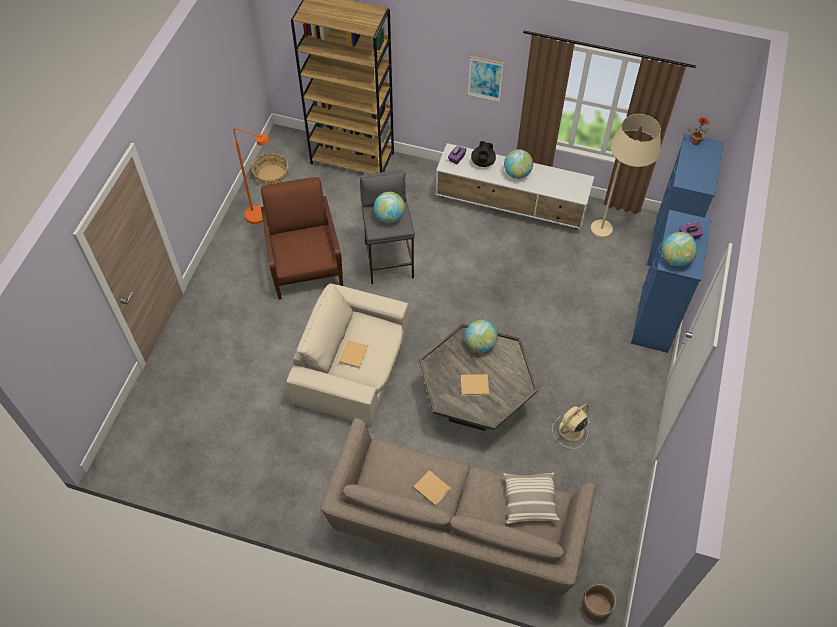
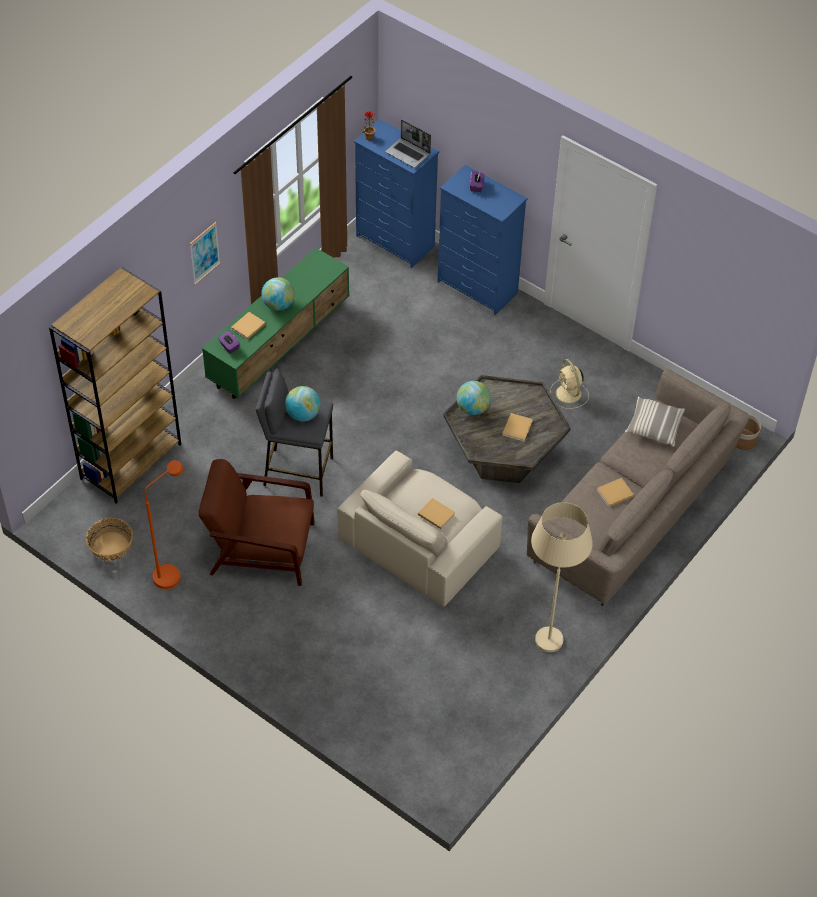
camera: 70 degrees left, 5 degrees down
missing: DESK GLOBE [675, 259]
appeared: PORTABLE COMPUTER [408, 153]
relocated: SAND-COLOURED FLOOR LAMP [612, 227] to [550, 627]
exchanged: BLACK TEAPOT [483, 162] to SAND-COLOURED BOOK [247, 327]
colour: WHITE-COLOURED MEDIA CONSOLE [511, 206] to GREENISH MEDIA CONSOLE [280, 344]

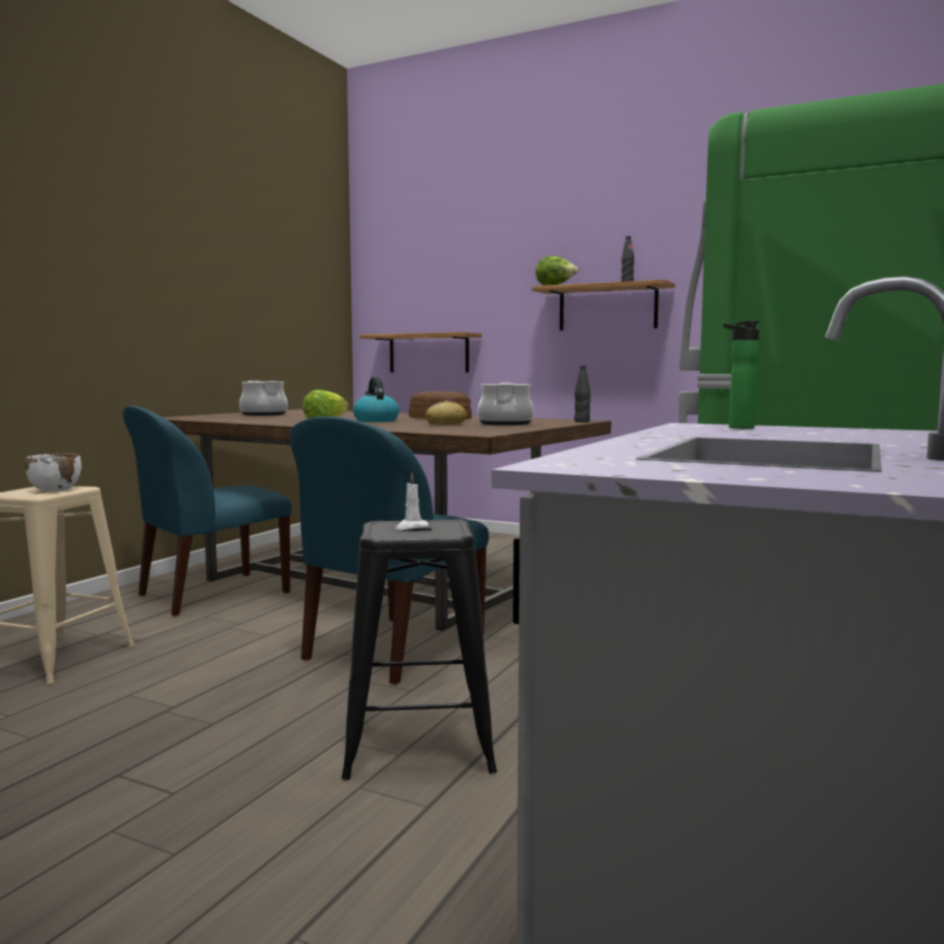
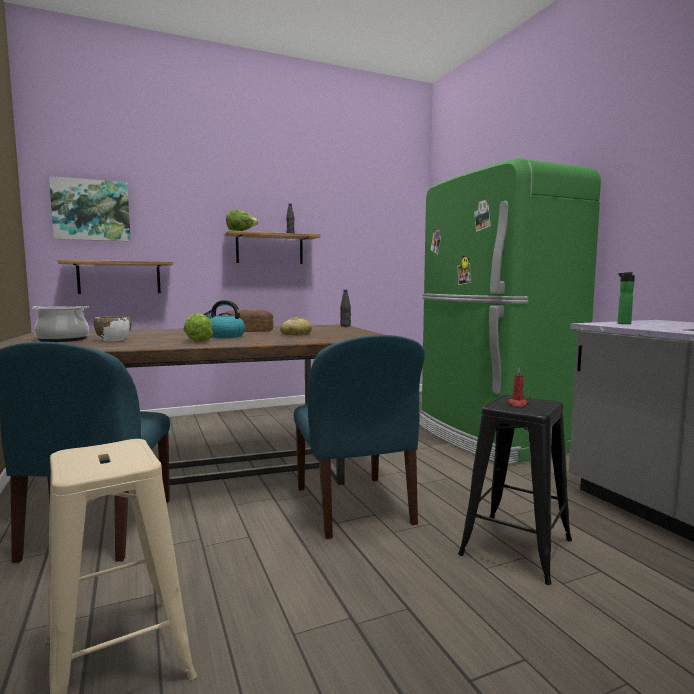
camera: 50 degrees left, 0 degrees up
missing: COOKING POT [505, 423]
appeared: PICTURE [91, 210]
relocated: WHITE-COLOURED DEEP DISH [55, 489] to [113, 340]
colour: WHITE-COLOURED WAX LIGHT [411, 527] to RED-COLOURED WAX LIGHT [517, 404]

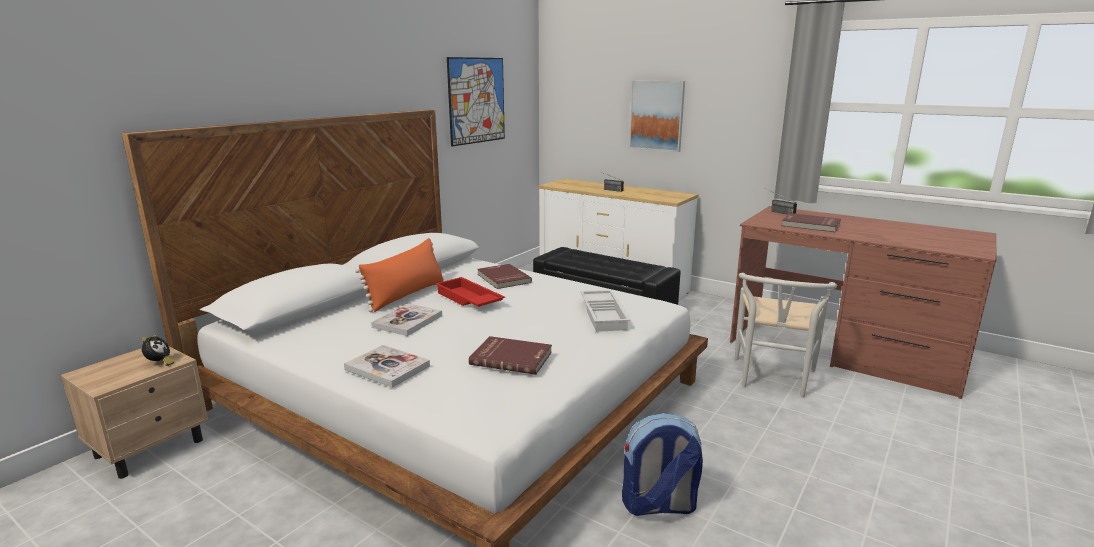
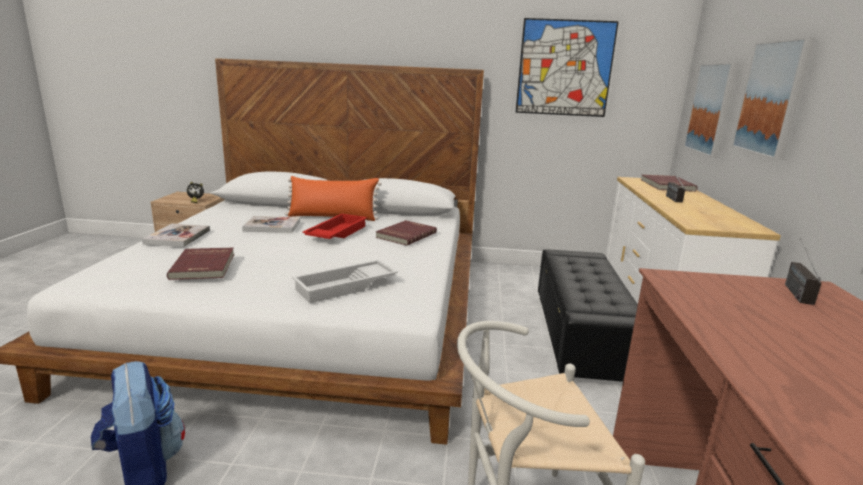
camera: 60 degrees right, 0 degrees up
appeared: PICTURE [711, 109]
relocated: RED-COLOURED BOOK [810, 225] to [666, 185]

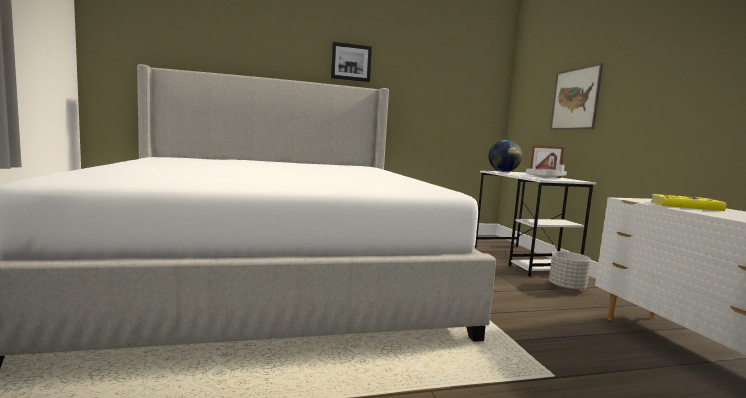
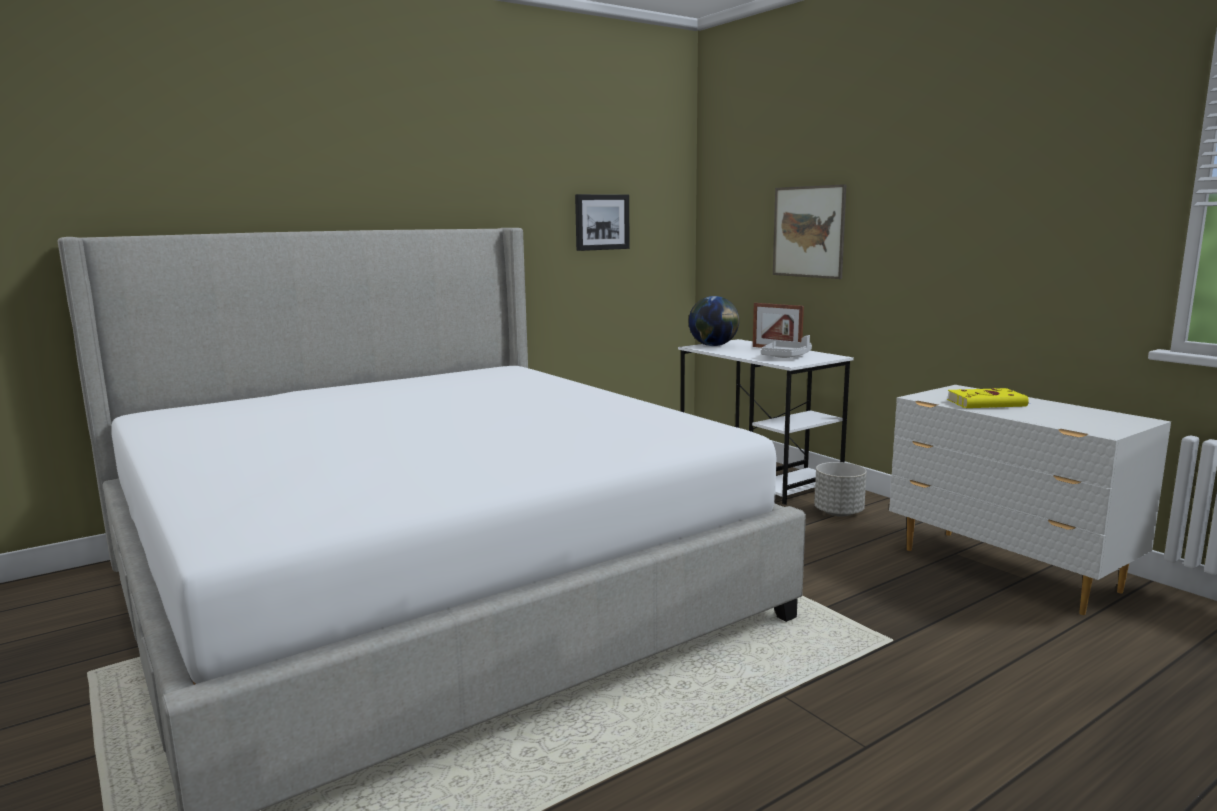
camera: 20 degrees left, 5 degrees up
relocated: PICTURE [351, 62] to [601, 222]

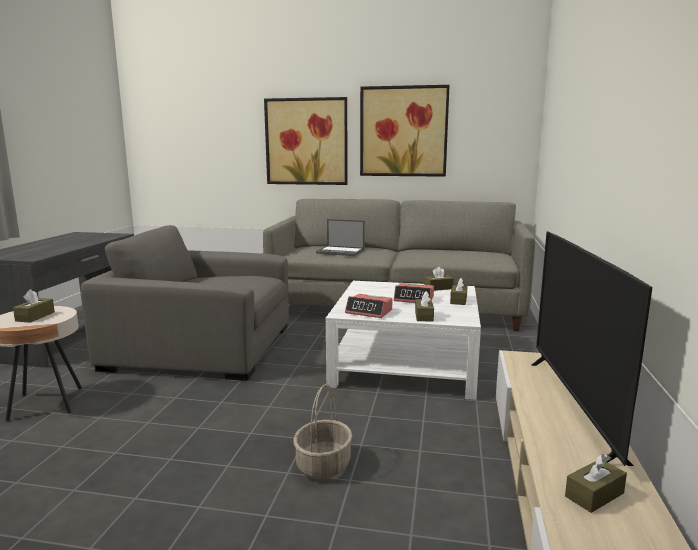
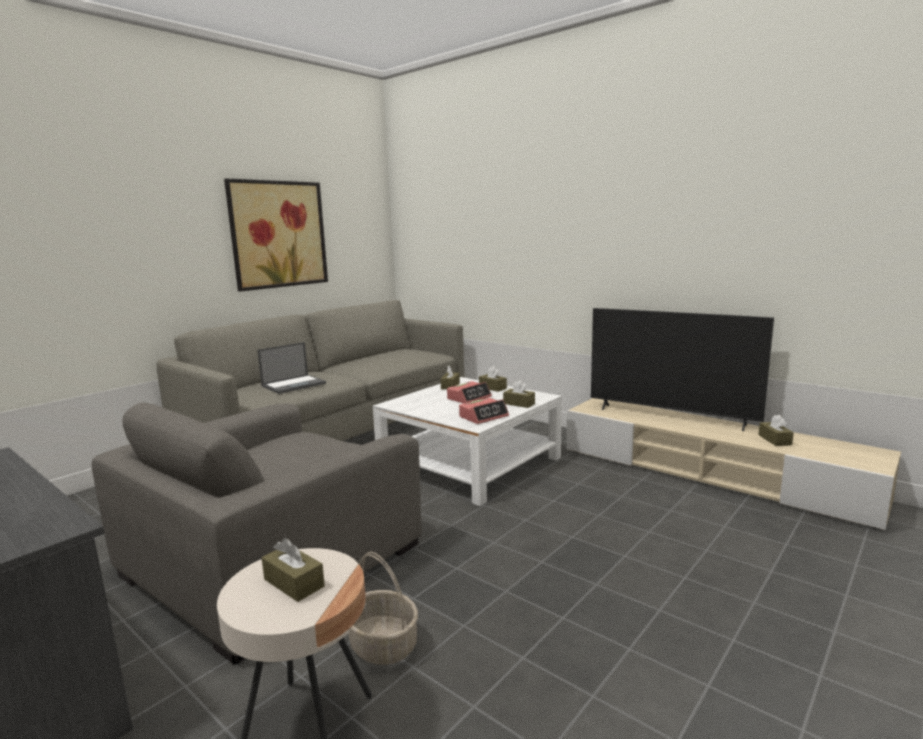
camera: 60 degrees left, 0 degrees up
missing: PICTURE [306, 141]
relocated: HOUSEHOLD BASKET [323, 465] to [384, 646]

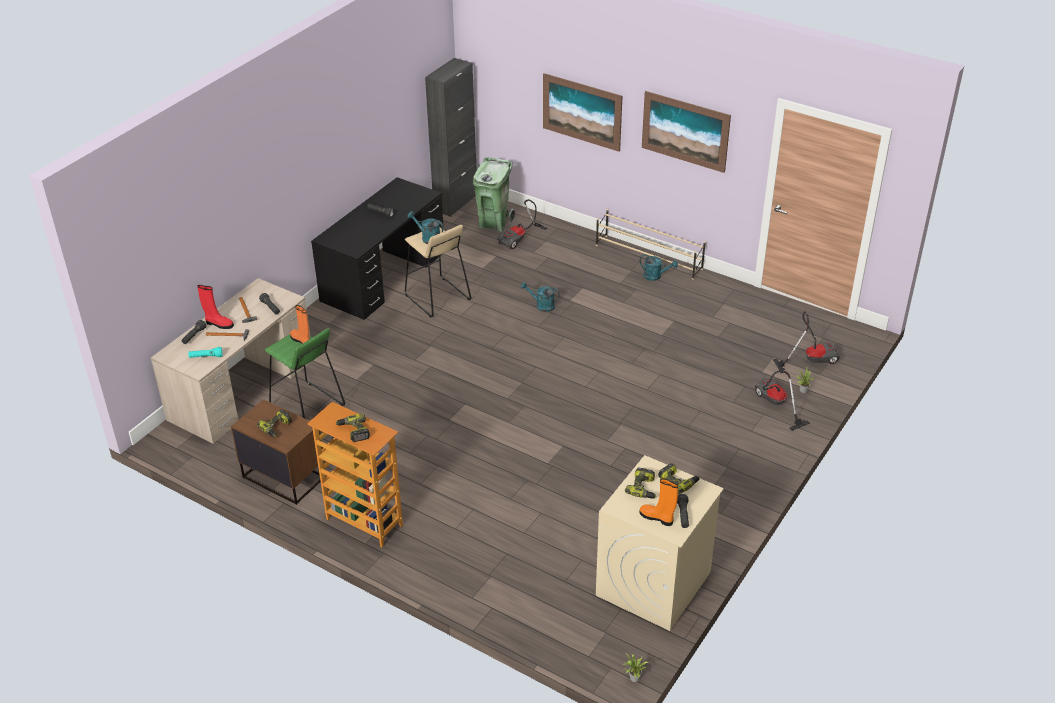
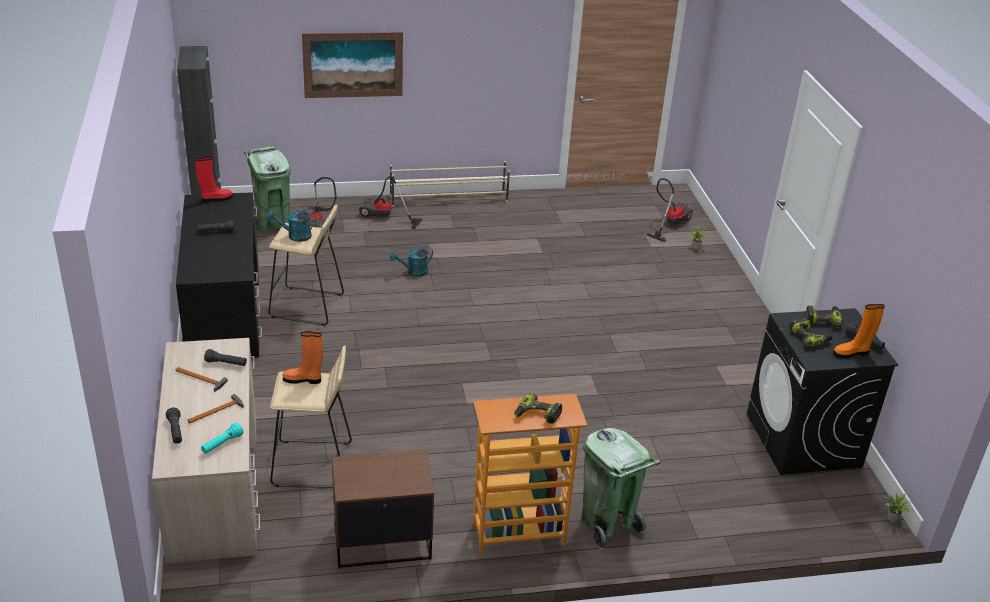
camera: 45 degrees left, 5 degrees down
missing: POWER DRILL [277, 428]; TURQUOISE WATERING POT [655, 276]; PICTURE [685, 131]
appeared: GREENISH RUBBISH BIN [607, 524]
relocated: RED-COLOURED TALL BOOT [218, 324] to [216, 199]; VACUUM [775, 405] to [384, 217]
colour: GREENISH SITTING STOOL [307, 407] to SAND-COLOURED SITTING STOOL [313, 465]; SAND-COLOURED WASHING MACHINE [653, 584] to BLACK WASHING MACHINE [803, 440]

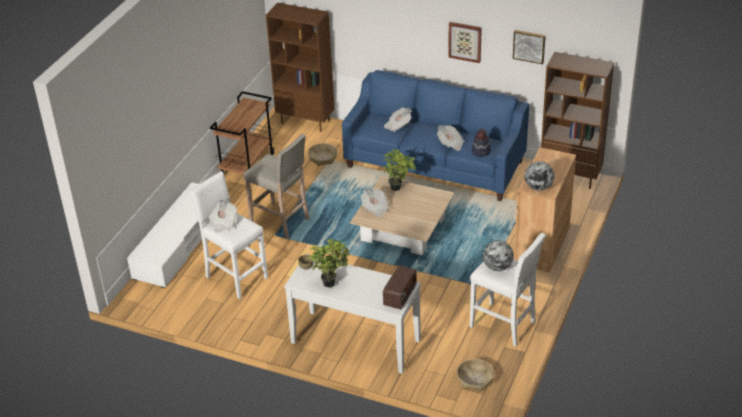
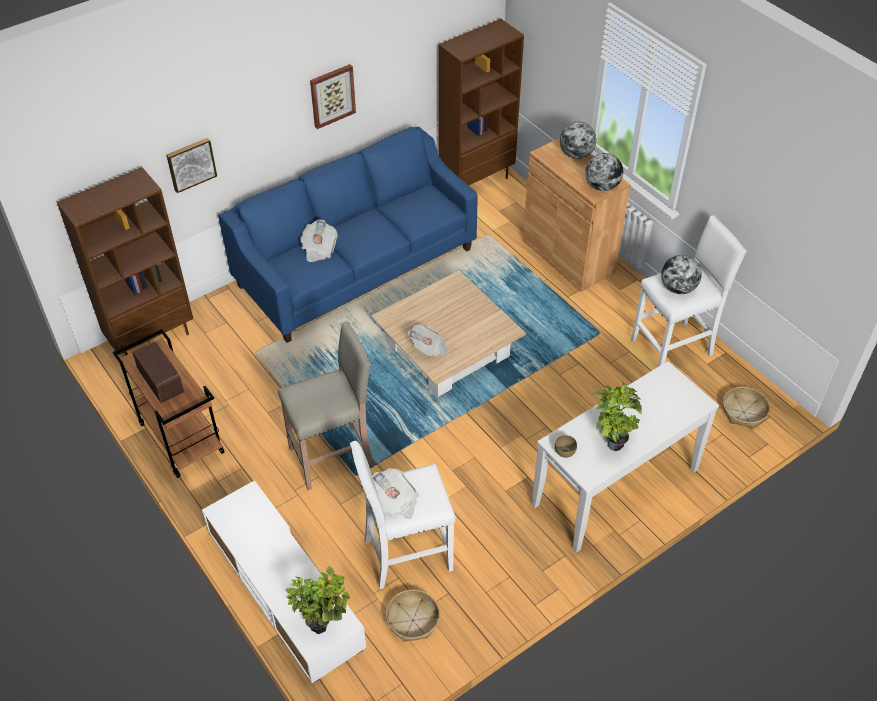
camera: 60 degrees left, 10 degrees up
missing: PRINTED PAPER [450, 144]; CLOTHING HAT [481, 151]
appeared: DESK GLOBE [576, 154]
relocated: HOUSEHOLD BASKET [323, 158] to [413, 620]; HOUSEPLANT [398, 188] to [323, 622]; RADIO RECEIVER [399, 296] to [161, 382]; PICTURE [529, 46] to [191, 164]

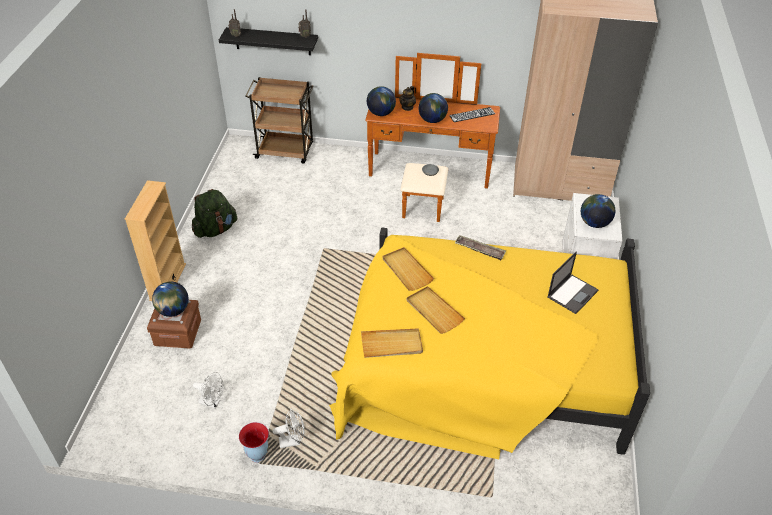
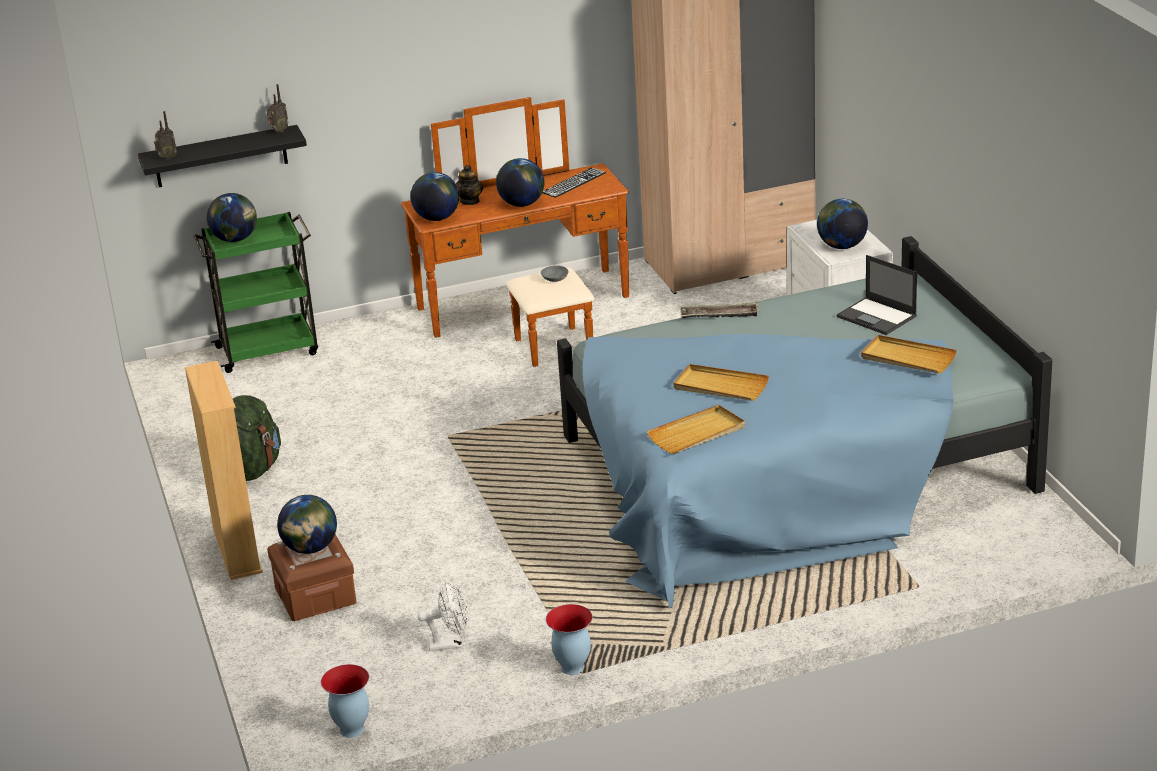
camera: 25 degrees left, 15 degrees down
missing: WHITE-COLOURED COOLING FAN [292, 441]
appeared: DESK GLOBE [235, 239]; VASE [351, 730]
relocated: SAND-COLOURED CARRYING TRAY [406, 270] to [907, 358]
colour: BROWN WHEELED CART [285, 151] to GREENISH WHEELED CART [269, 350]; YELLOW-COLOURED SLEEPING BED [482, 362] to BLUE-COLOURED SLEEPING BED [791, 472]
spun: PORTABLE COMPUTER [572, 293] = [877, 317] 120 degrees clockwise

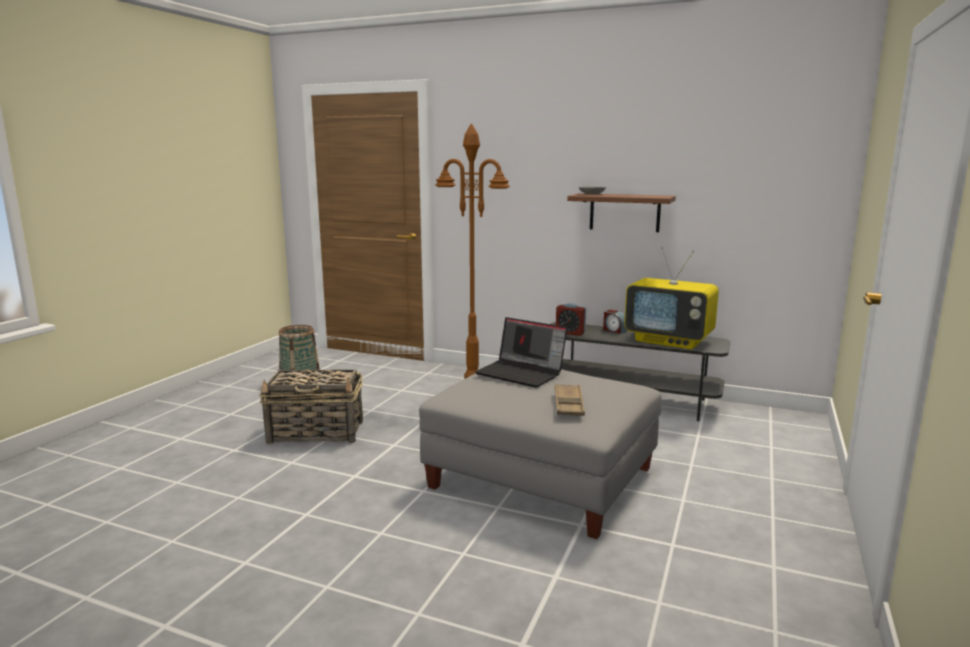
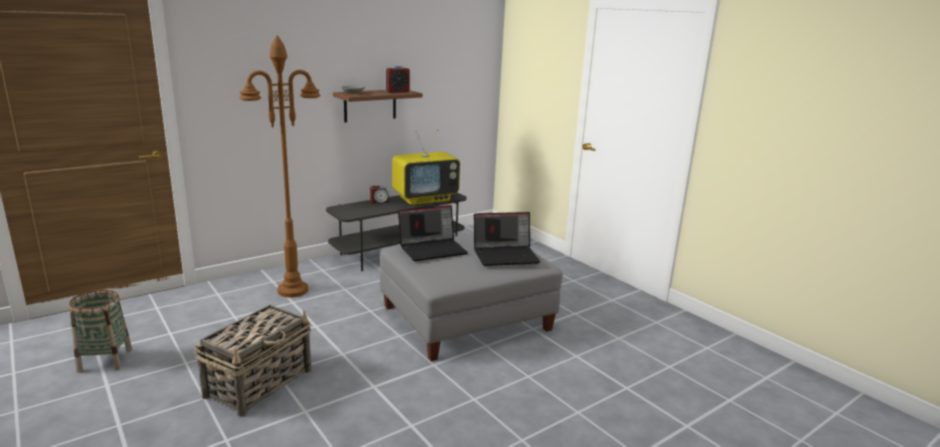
camera: 60 degrees left, 5 degrees up
relocated: TABLE CLOCK [570, 333] to [397, 91]
exchanged: BROWN CARRYING TRAY [568, 404] to PORTABLE COMPUTER [506, 255]

